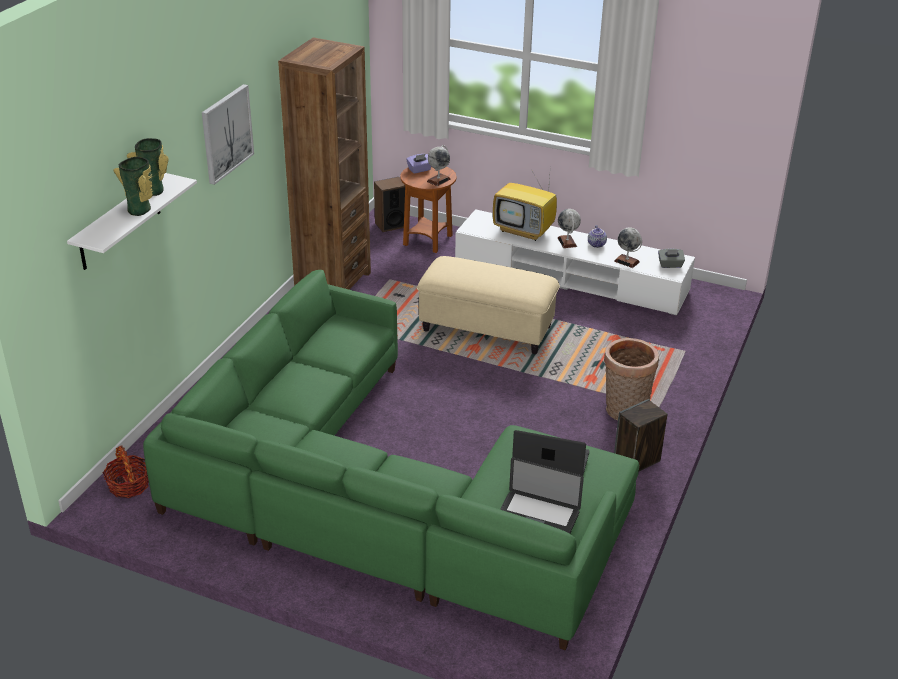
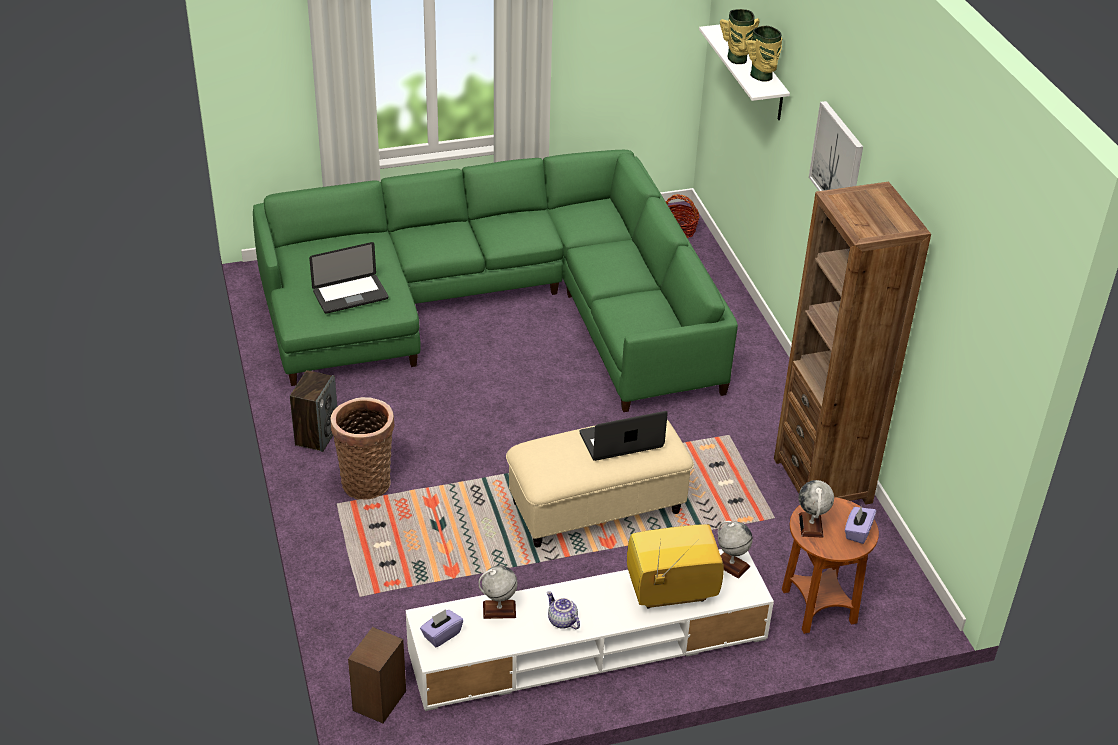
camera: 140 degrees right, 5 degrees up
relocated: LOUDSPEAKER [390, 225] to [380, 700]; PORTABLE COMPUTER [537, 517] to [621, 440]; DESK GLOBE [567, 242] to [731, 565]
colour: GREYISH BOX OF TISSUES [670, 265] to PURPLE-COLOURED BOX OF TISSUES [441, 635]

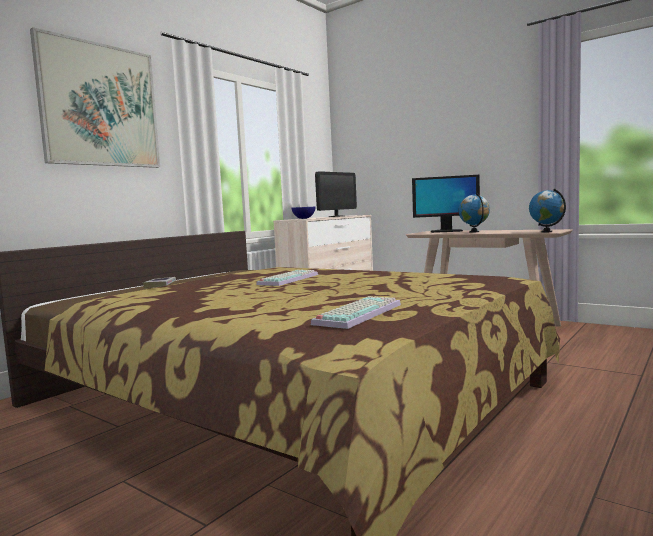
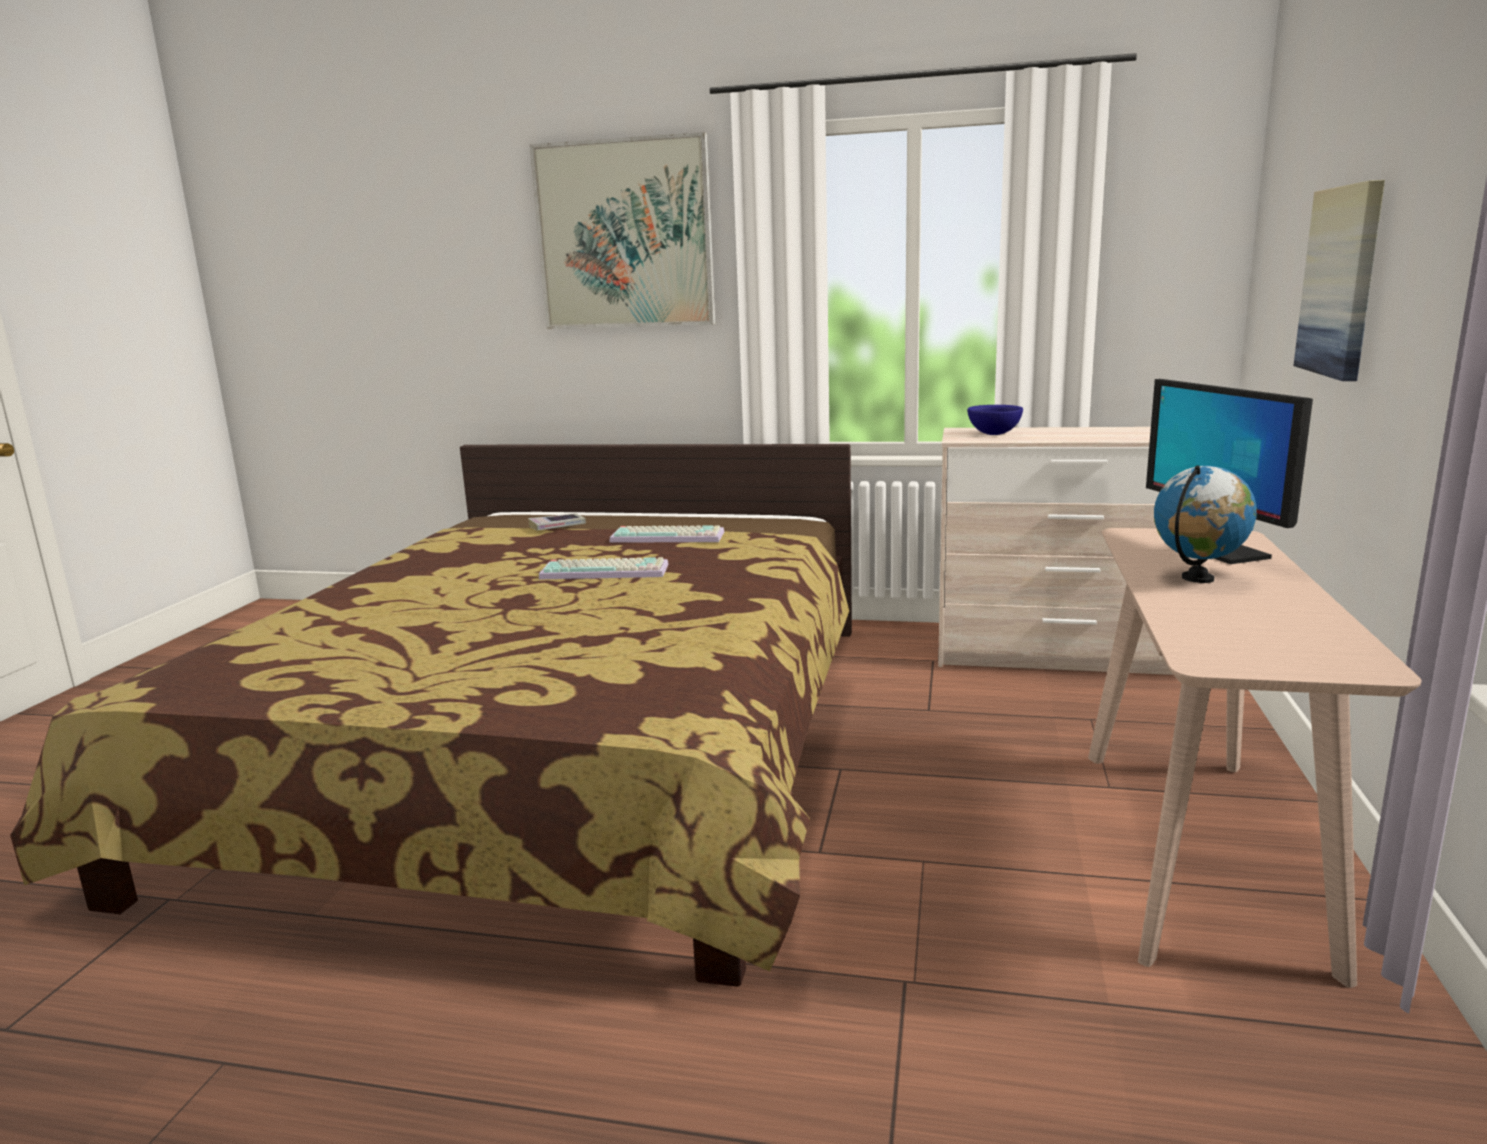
camera: 65 degrees right, 10 degrees up
missing: COMPUTER SCREEN [336, 216]; DESK GLOBE [547, 232]
appeared: PICTURE [1341, 281]
relocated: PC KEYBOARD [357, 313] to [669, 536]

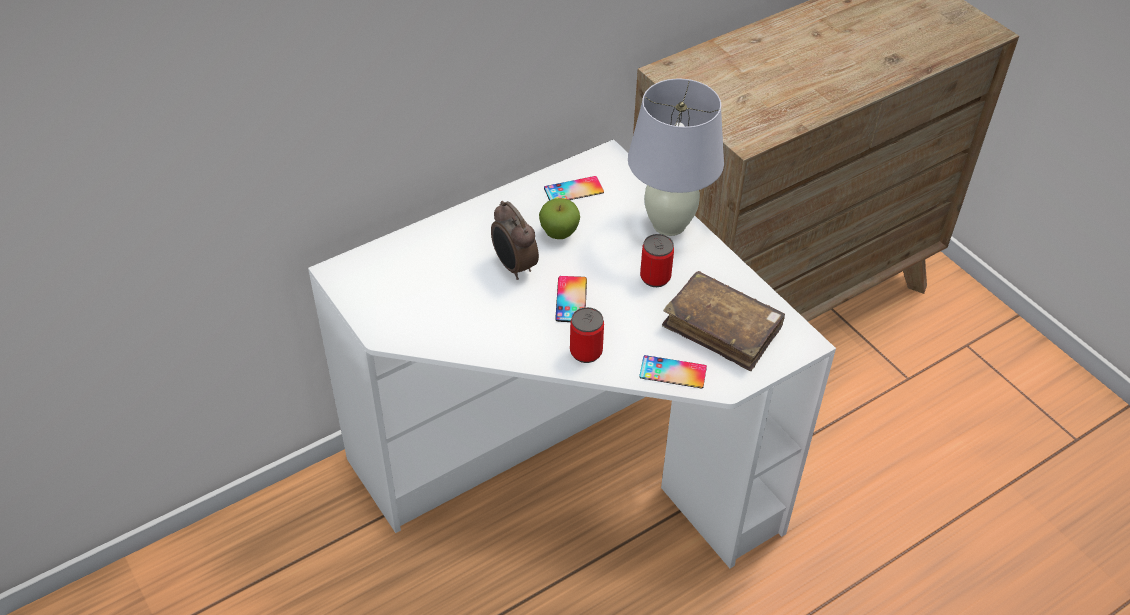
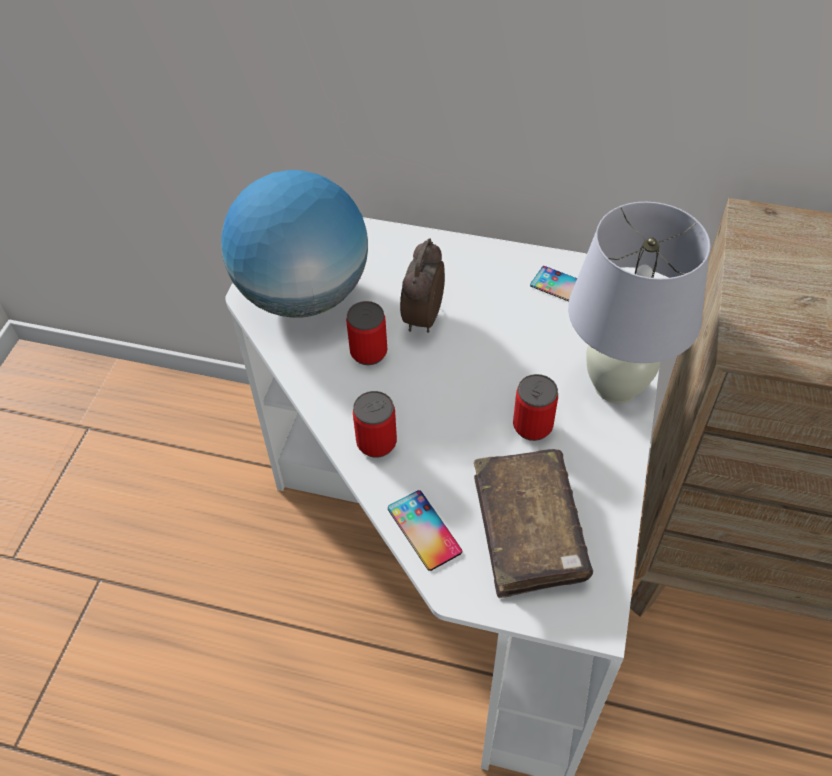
camera: 50 degrees right, 5 degrees up
missing: APPLE FRUIT [559, 233]; TELEPHONE [571, 299]
appeared: DESK GLOBE [304, 294]; METAL CAN [368, 352]

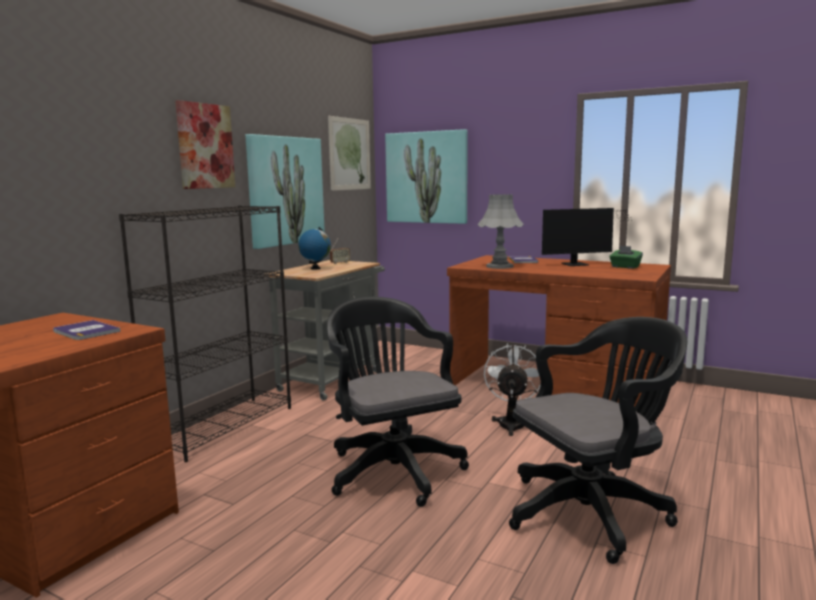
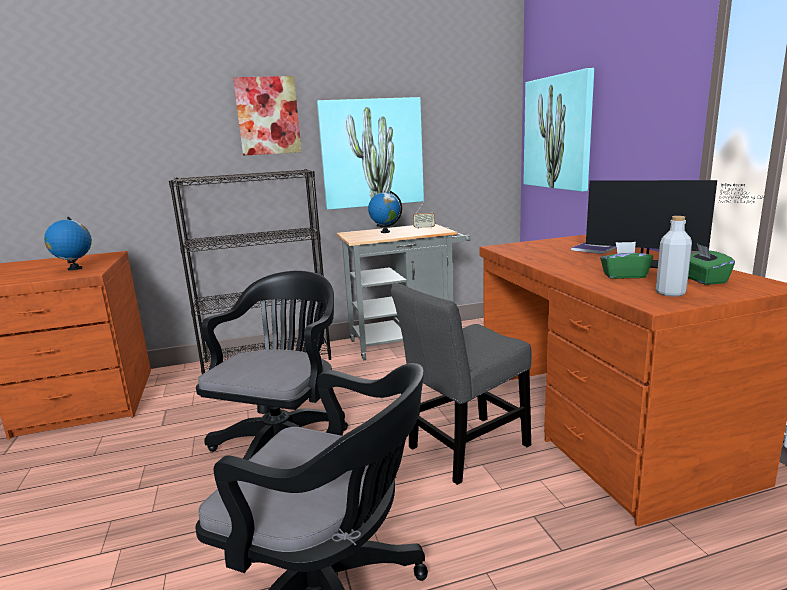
camera: 45 degrees right, 5 degrees up
missing: PICTURE [349, 154]; GREYISH TABLETOP LAMP [499, 266]
appeared: GREENISH BOX OF TISSUES [624, 275]; GREYISH DRINK BOTTLE [670, 293]
exchanged: BOOK [86, 331] to DESK GLOBE [74, 268]; WHITE-COLOURED COOLING FAN [512, 423] to GREYISH PLAIN CHAIR [464, 449]

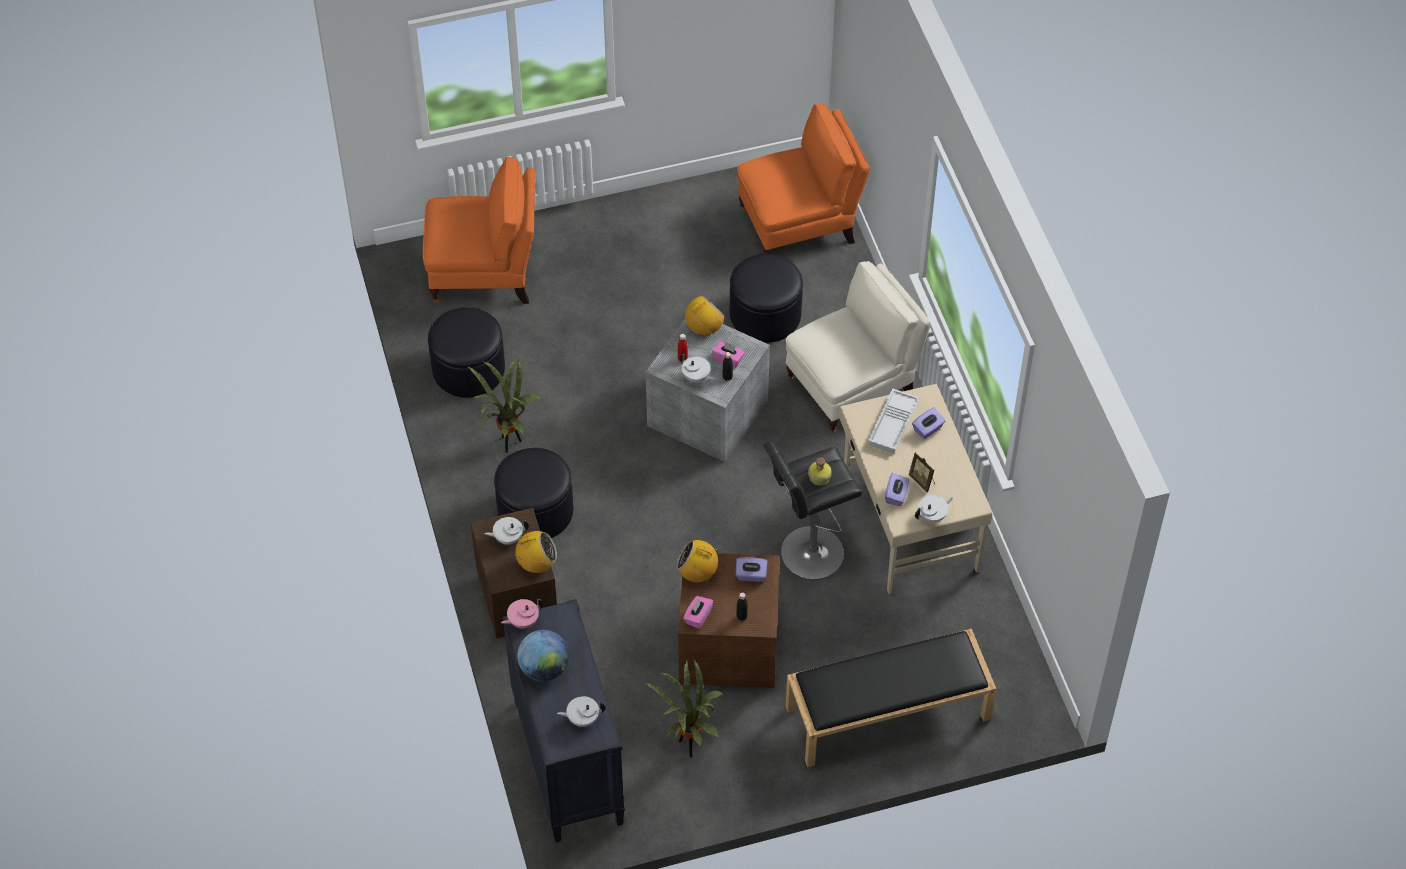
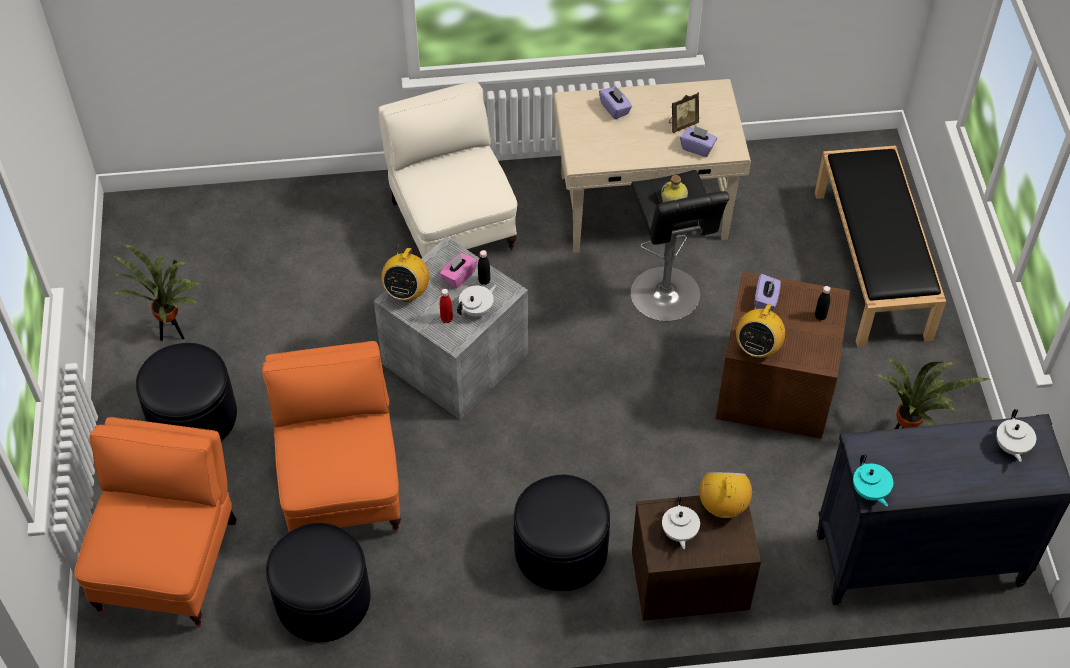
camera: 80 degrees left, 0 degrees up
missing: DESK GLOBE [544, 668]; PINKISH BOX OF TISSUES [698, 617]; WHITE-COLOURED CARRYING TRAY [894, 425]; WHITE-COLOURED TEAPOT [932, 516]
relocated: HOUSEPLANT [508, 444] to [173, 335]; BLACK OTTOMAN [765, 315] to [192, 416]; ORANGE ARMCHAIR [800, 225] to [342, 484]
colour: PINKISH TEAPOT [523, 621] to TURQUOISE TEAPOT [869, 492]
spun: RADIO RECEIVER [704, 329] = [407, 292] 135 degrees counterclockwise

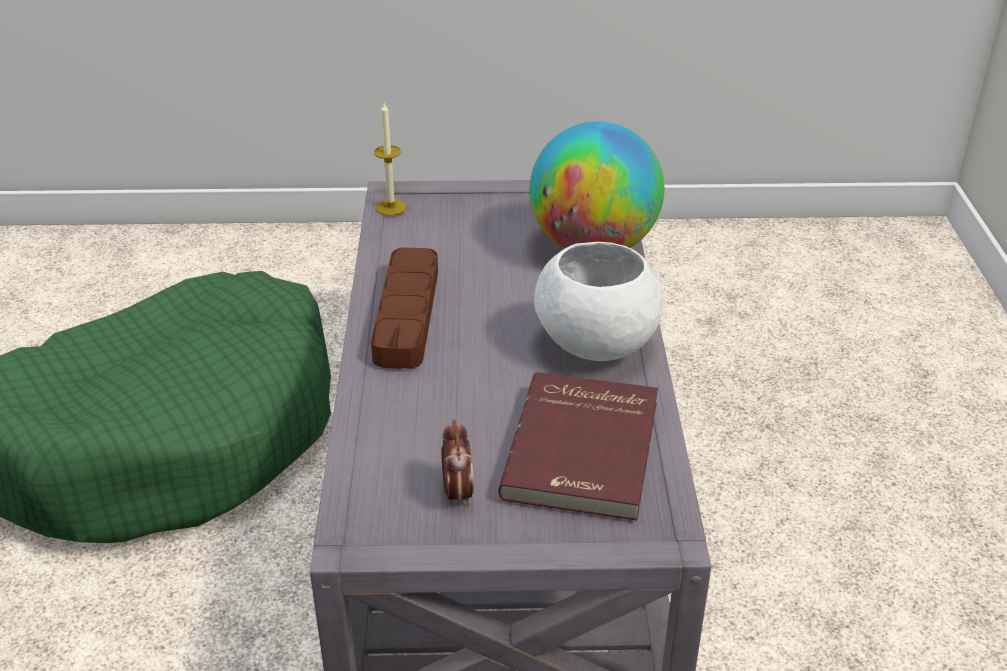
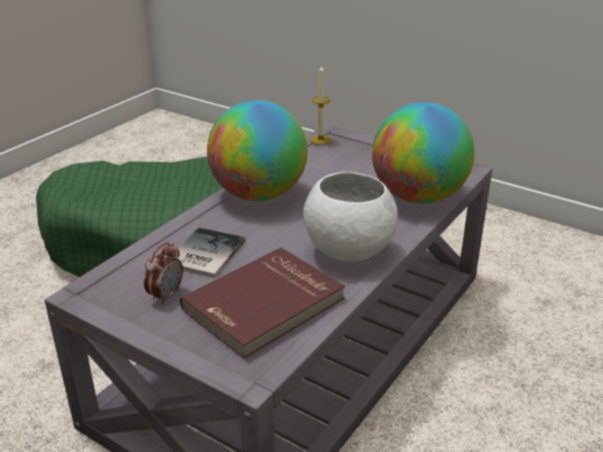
camera: 35 degrees right, 5 degrees down
appeared: BOOK [203, 254]
exchanged: BROWN CARRYING TRAY [407, 314] to DESK GLOBE [258, 194]

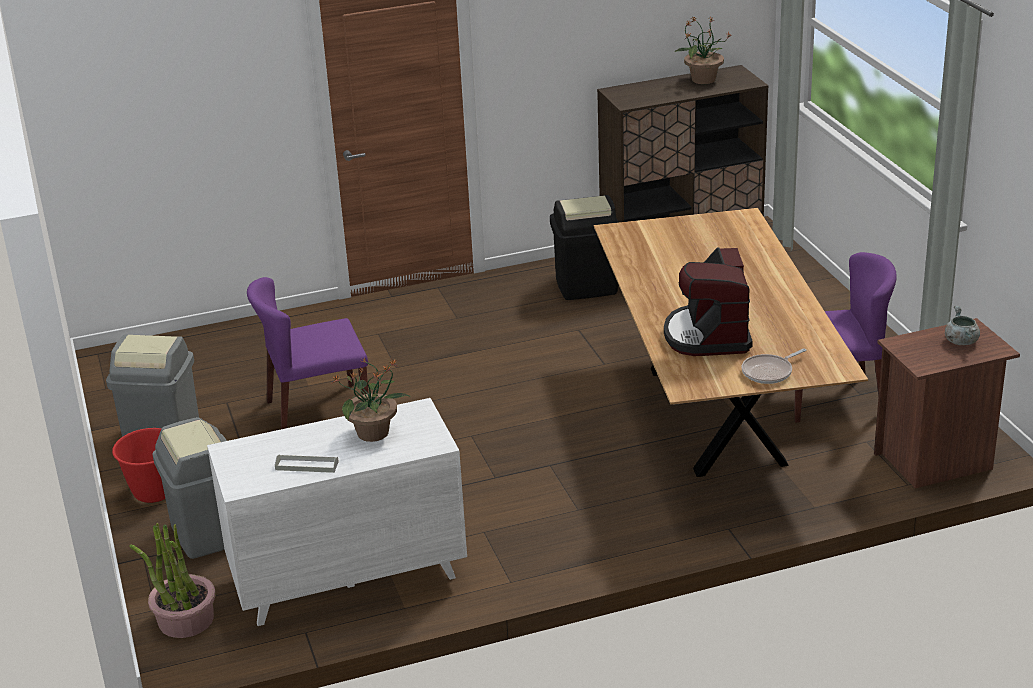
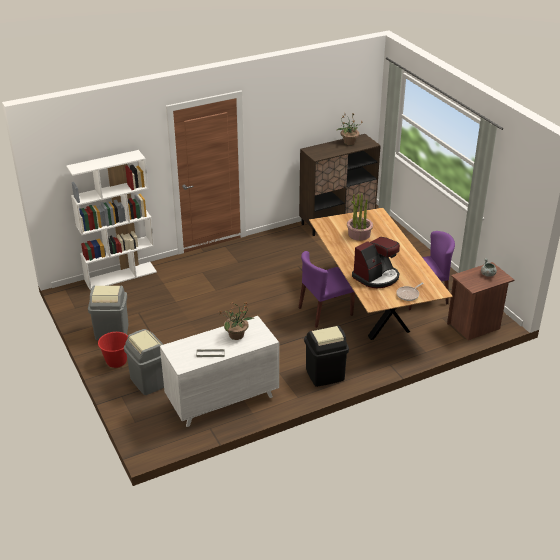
camera: 10 degrees left, 5 degrees up
appeared: WHITE-COLOURED SHELVING UNIT [121, 276]
relocated: HOUSEPLANT [185, 620] to [359, 234]; PURPLE-COLOURED PLAIN CHAIR [317, 411] to [325, 312]; BLACK RUBBISH BIN [586, 286] to [325, 375]
spun: COFFEE BREWER [708, 335] = [376, 277] 120 degrees counterclockwise

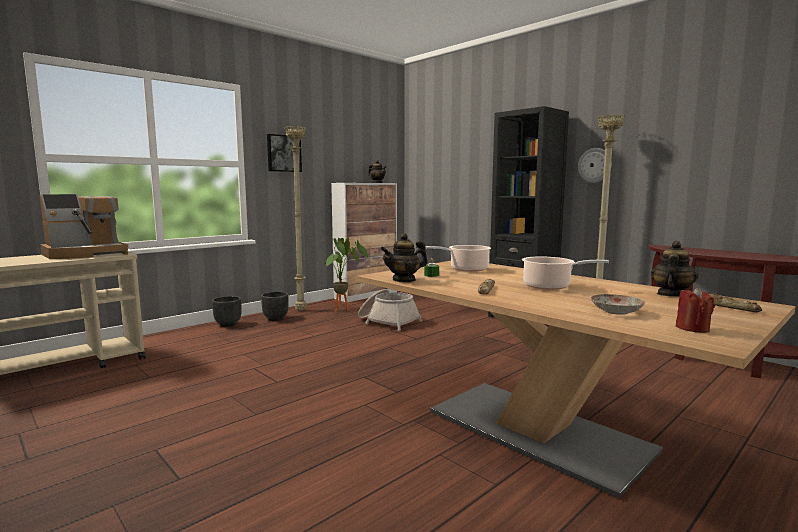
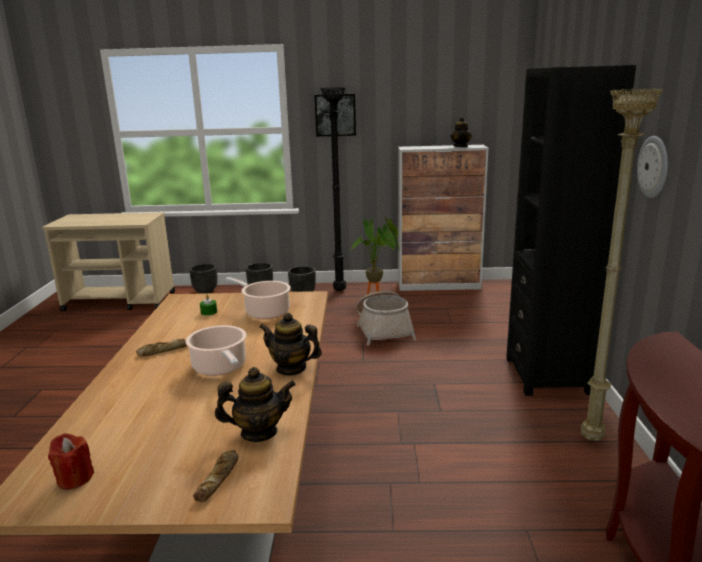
camera: 45 degrees right, 10 degrees up
missing: COFFEE BREWER [86, 254]; DINNER PLATE [616, 311]
appeared: BLACK FLOWER POT [206, 291]
relocated: TEAPOT [404, 280] to [291, 368]
colour: SAND-COLOURED FLOOR LAMP [301, 311] to BLACK FLOOR LAMP [340, 291]

